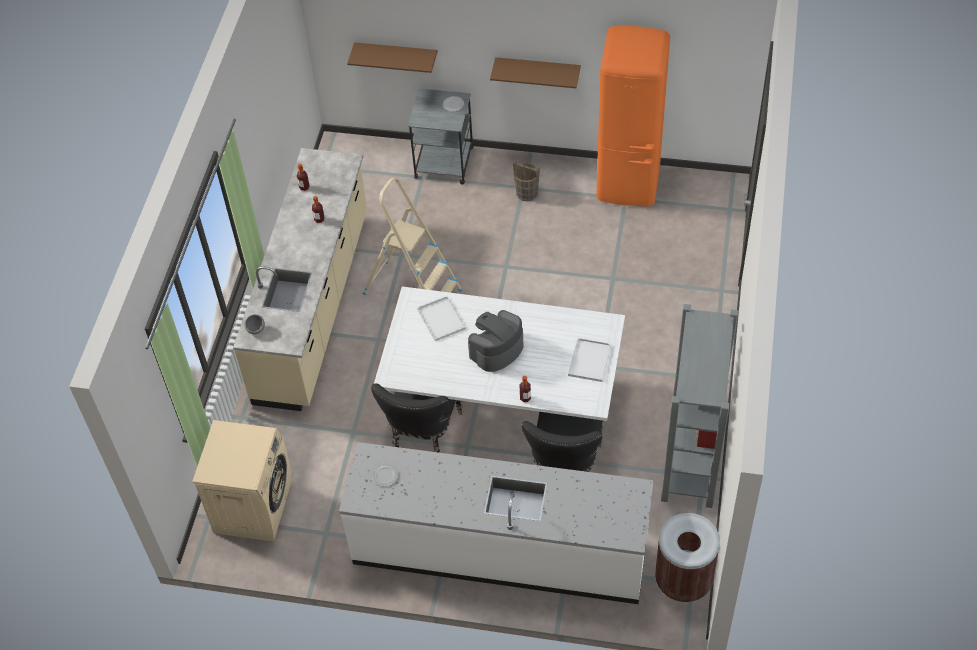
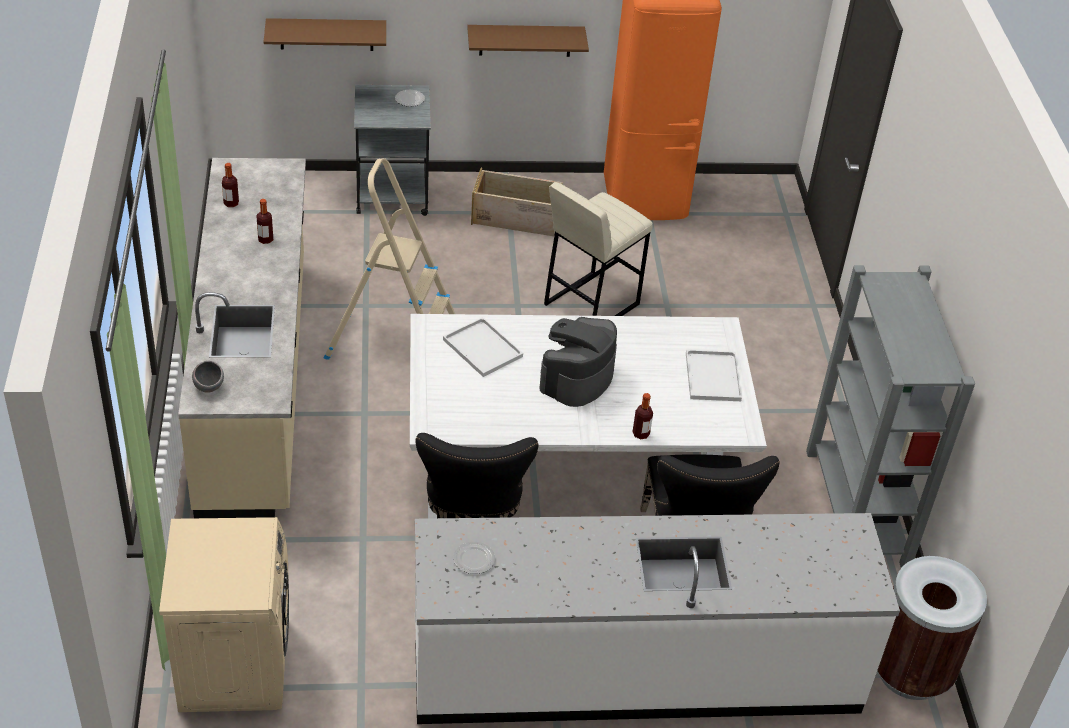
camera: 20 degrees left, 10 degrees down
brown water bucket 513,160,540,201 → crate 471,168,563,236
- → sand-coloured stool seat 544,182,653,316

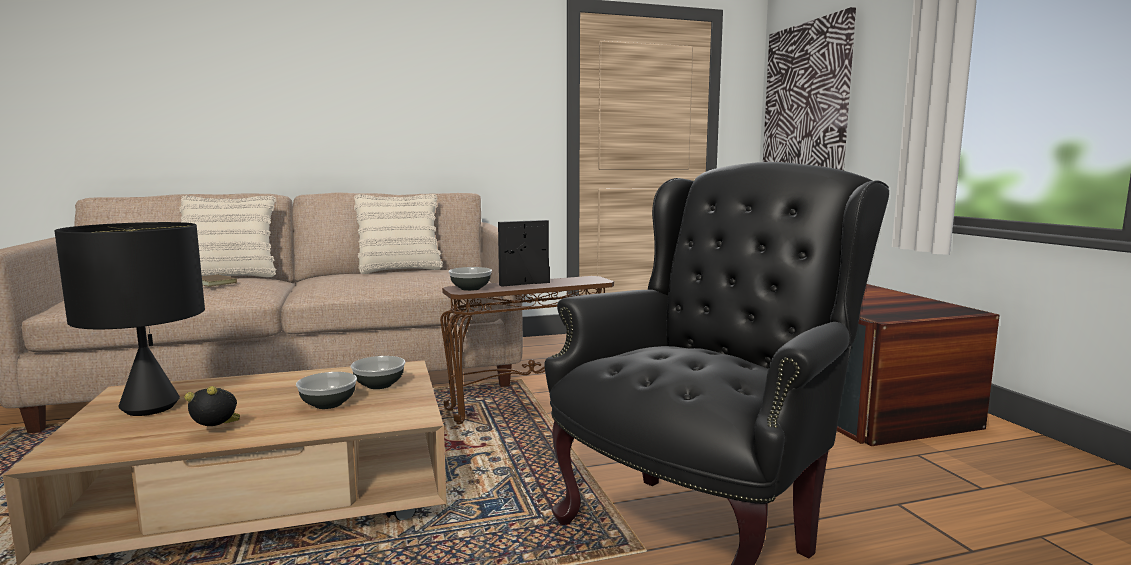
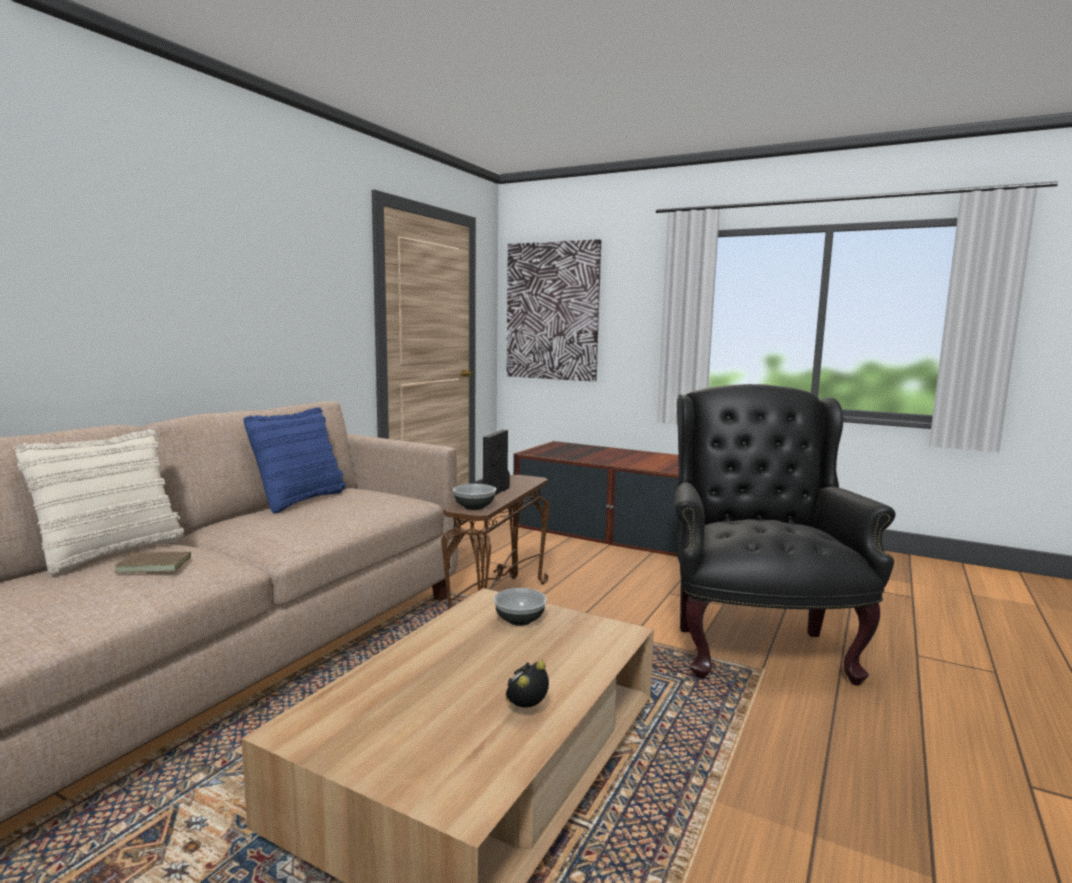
camera: 45 degrees left, 0 degrees up
blackish tabletop lamp 55,222,205,416 → -
deep dish 296,372,357,409 → -
sand-coloured cushion 354,194,443,274 → bluish cushion 243,407,346,513

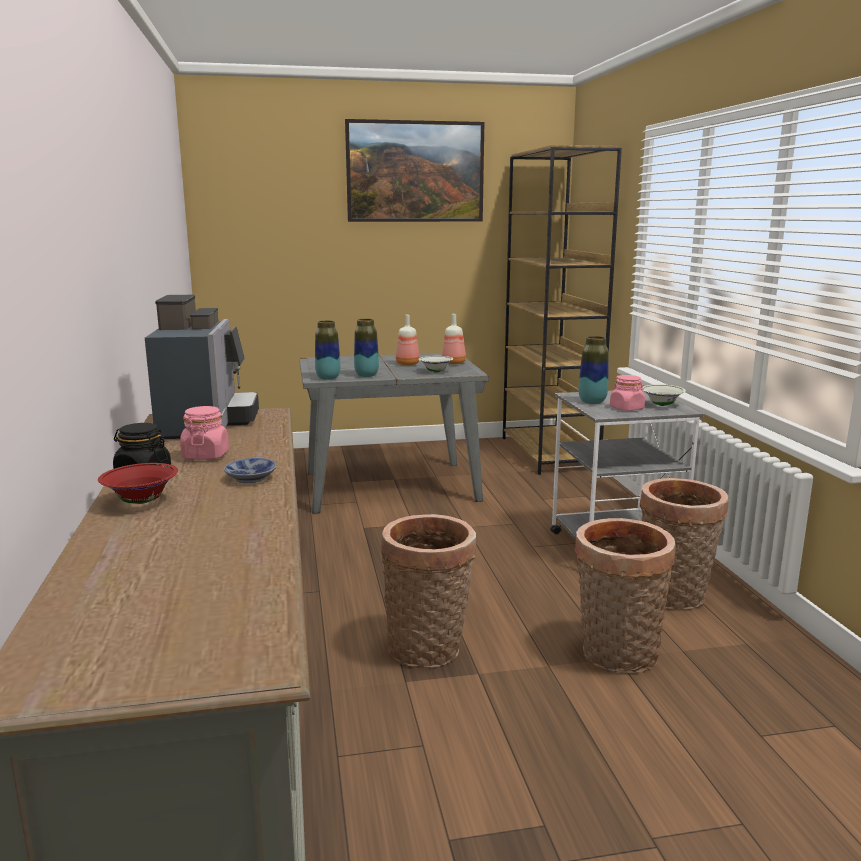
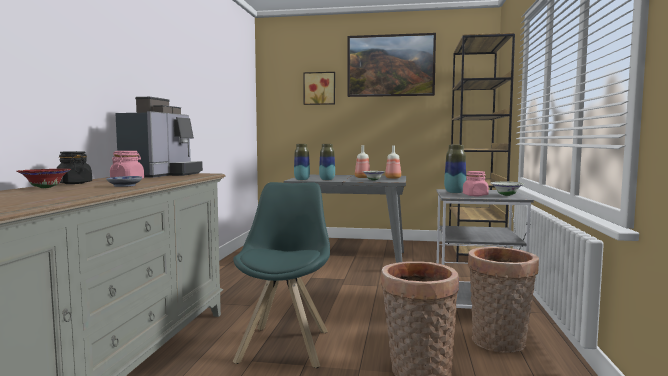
camera: 20 degrees right, 10 degrees down
household basket 381,514,477,668 → turquoise plain chair 233,182,330,368
- → wall art 303,72,335,105

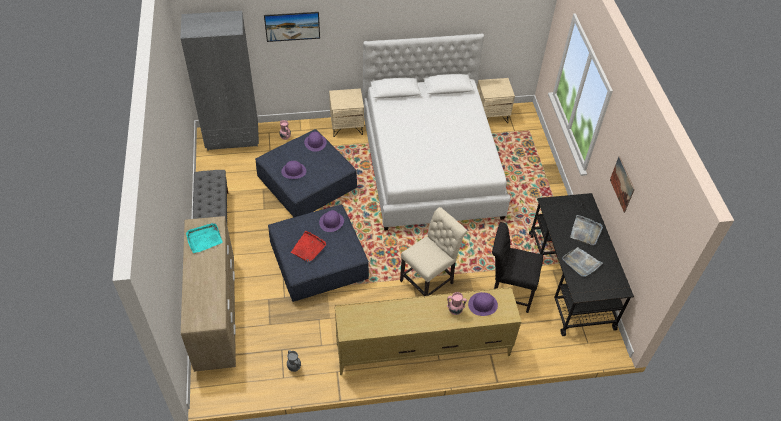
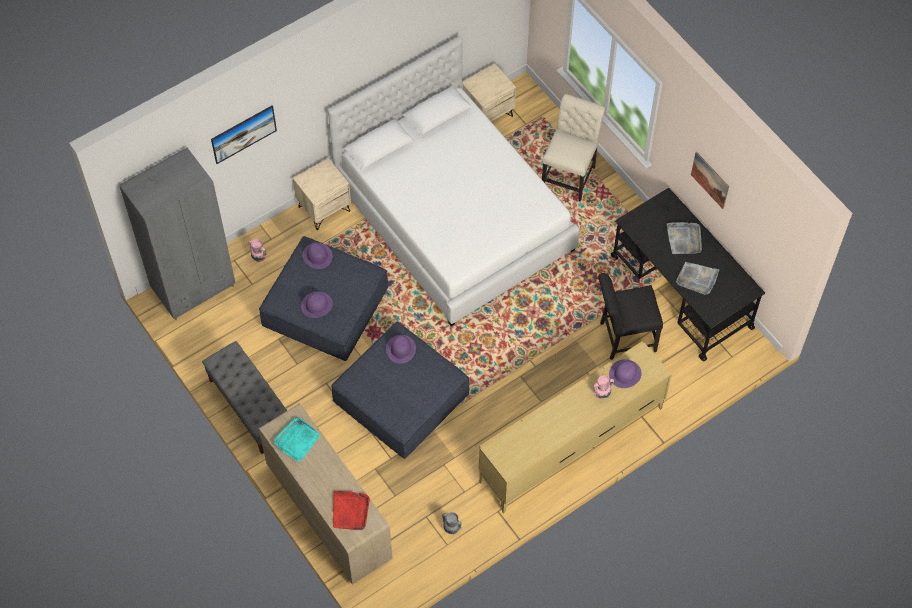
camera: 25 degrees left, 10 degrees up
reddish tray 291,231,326,262 → reddish tray 333,491,370,530, move
sand-coloured plain chair 400,207,467,296 → sand-coloured plain chair 542,94,606,202, move

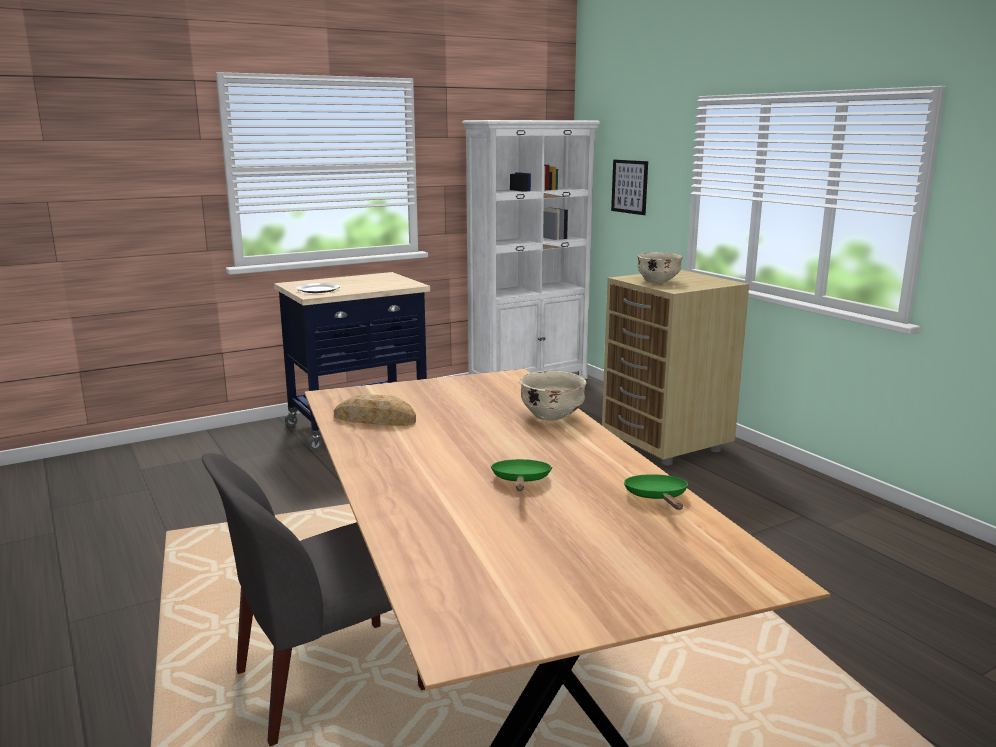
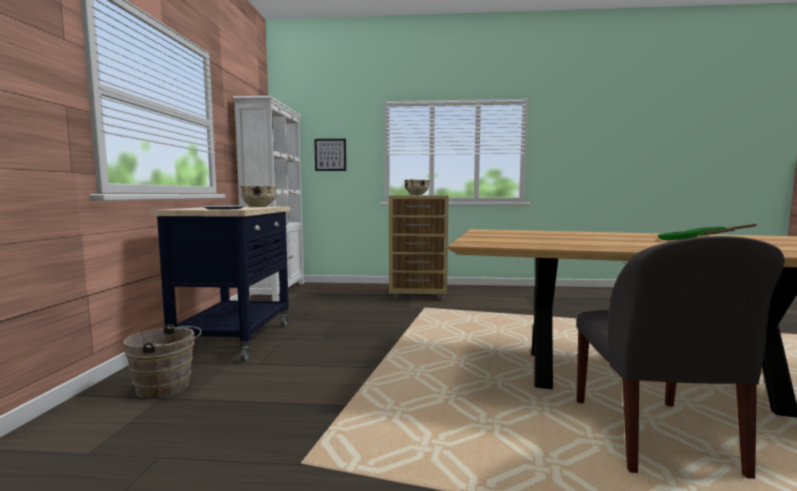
camera: 55 degrees left, 10 degrees down
bread 334,394,416,426 → -
sand-coloured deep dish 520,371,587,421 → sand-coloured deep dish 239,186,277,207, move
- → brown water bucket 123,324,201,399

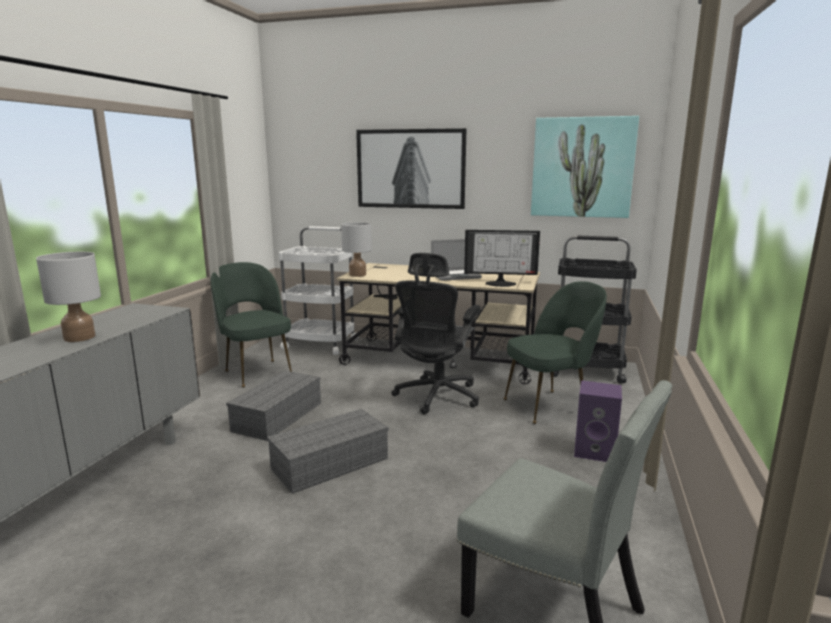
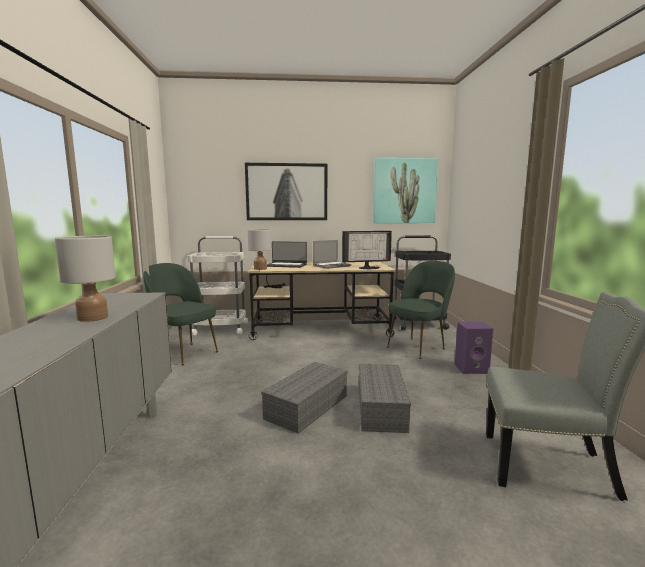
camera: 20 degrees left, 5 degrees down
gray storage bin 226,371,321,441 → gray storage bin 359,364,411,433, move
office chair 391,253,481,414 → -
- → notebook computer 267,241,307,268

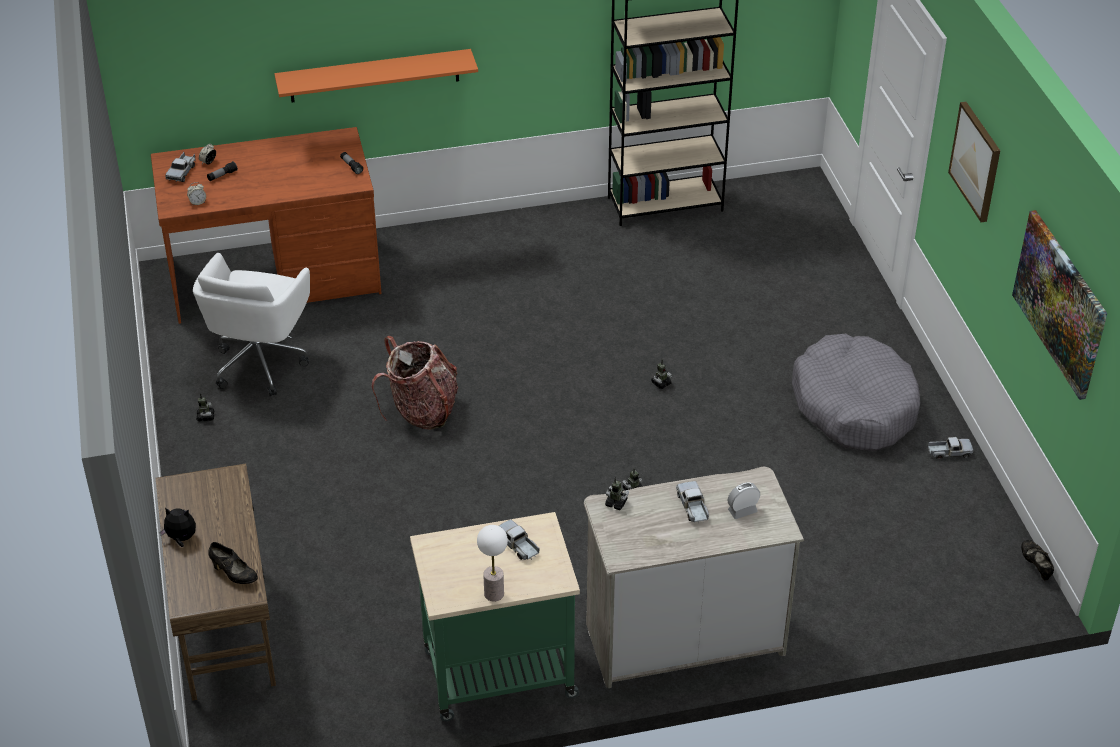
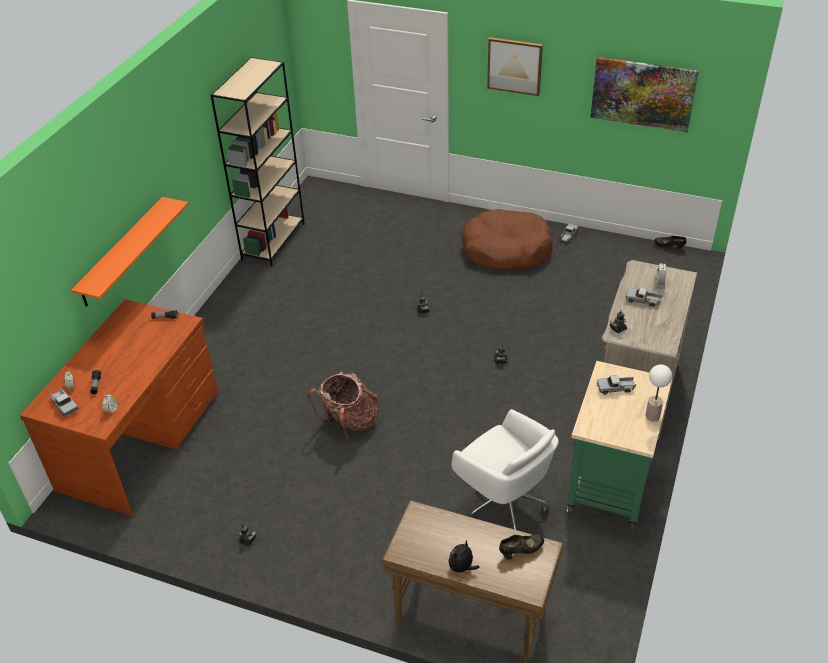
camera: 55 degrees left, 0 degrees up
white office chair 193,253,310,396 → white office chair 452,409,559,530, move
gray dog bed 792,334,920,451 → brown dog bed 462,209,553,270

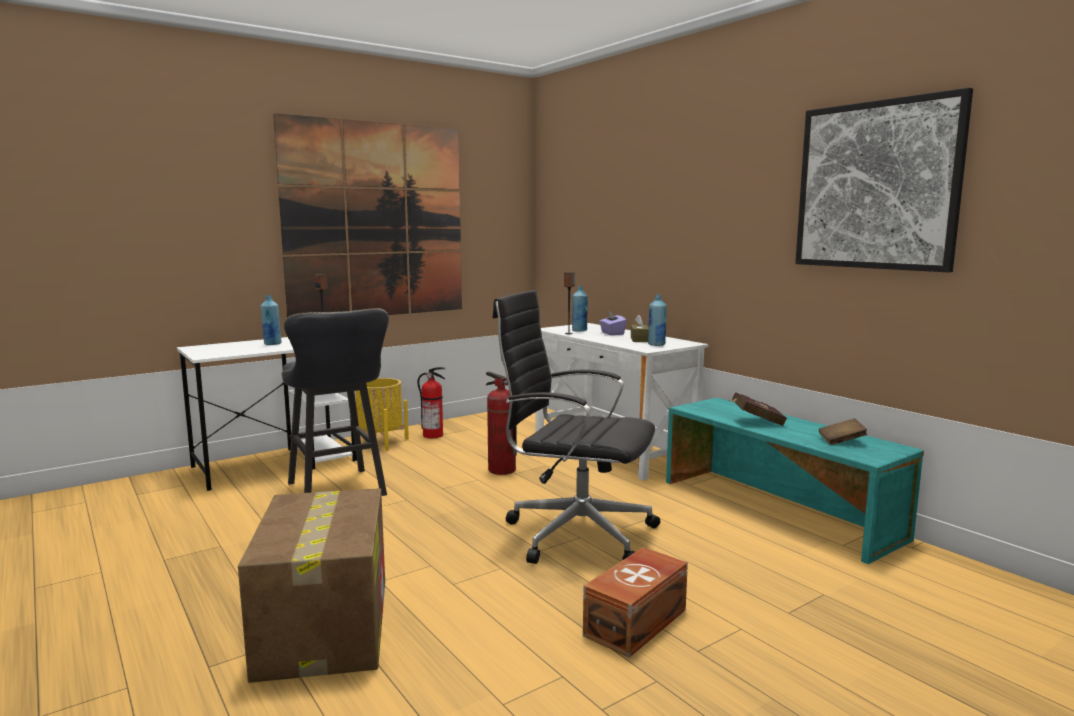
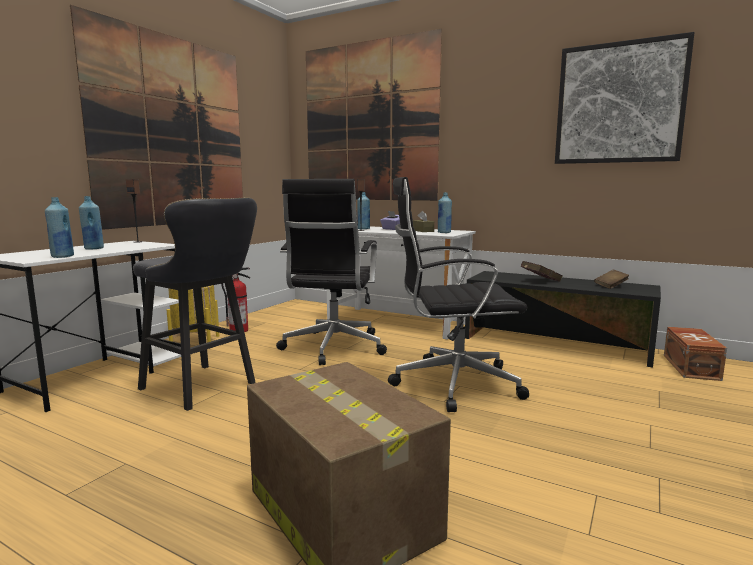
camera: 25 degrees left, 0 degrees up
fire extinguisher 485,372,517,475 → blackish office chair 276,179,387,365
brown storage bin 583,547,688,657 → brown storage bin 664,327,727,381, move
turquoise indoor bench 666,398,924,564 → blackish indoor bench 465,271,661,368
- → bluish drink bottle 45,197,74,258
- → wall art 306,29,442,201

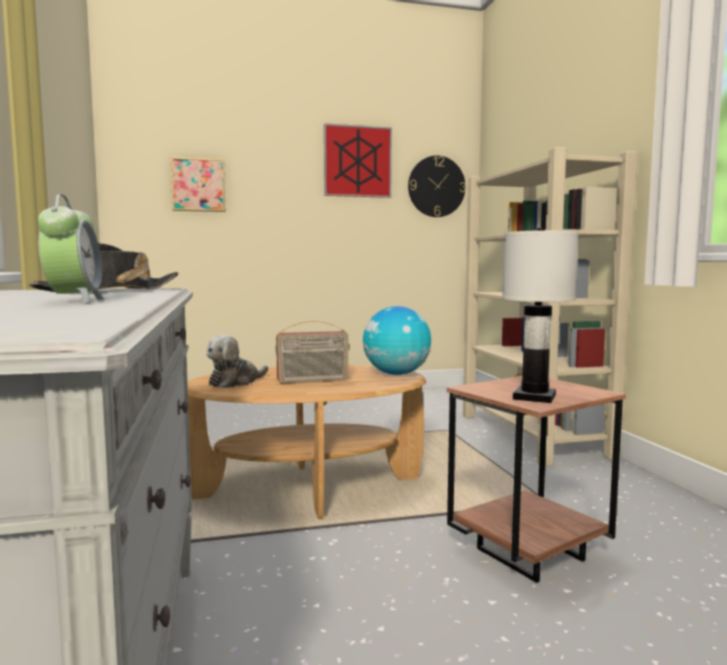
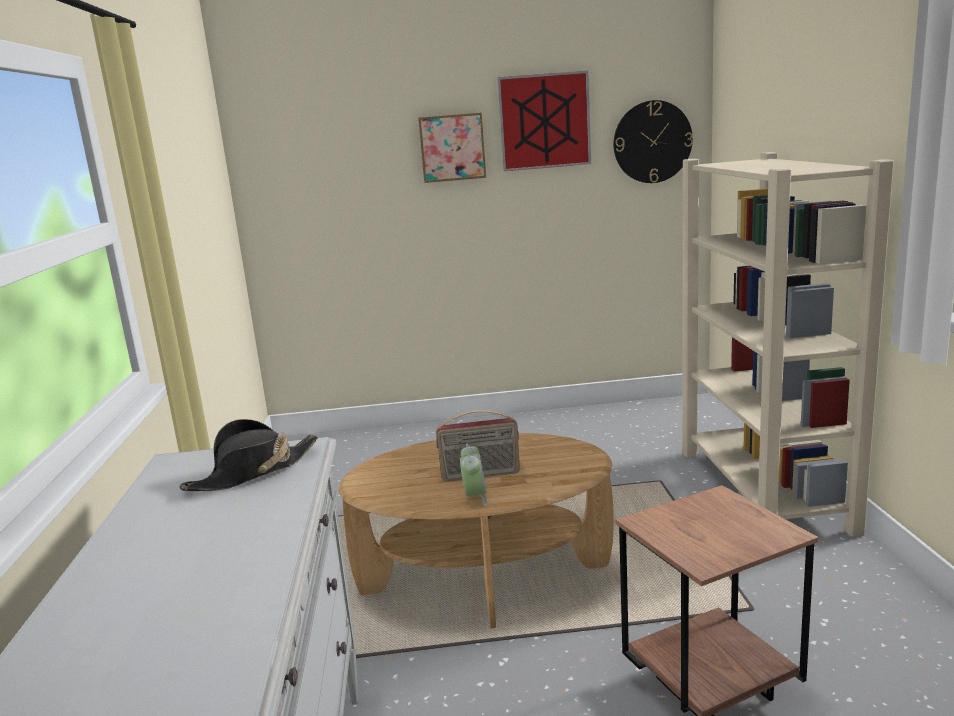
camera: 10 degrees right, 10 degrees up
bedside clock 38,194,105,304 → bedside clock 460,443,487,506, move
wall art 171,157,226,212 → wall art 418,113,486,183, move
cuddly toy 207,335,268,388 → -
globe 363,306,431,375 → -
white tabletop lamp 502,228,579,403 → -

